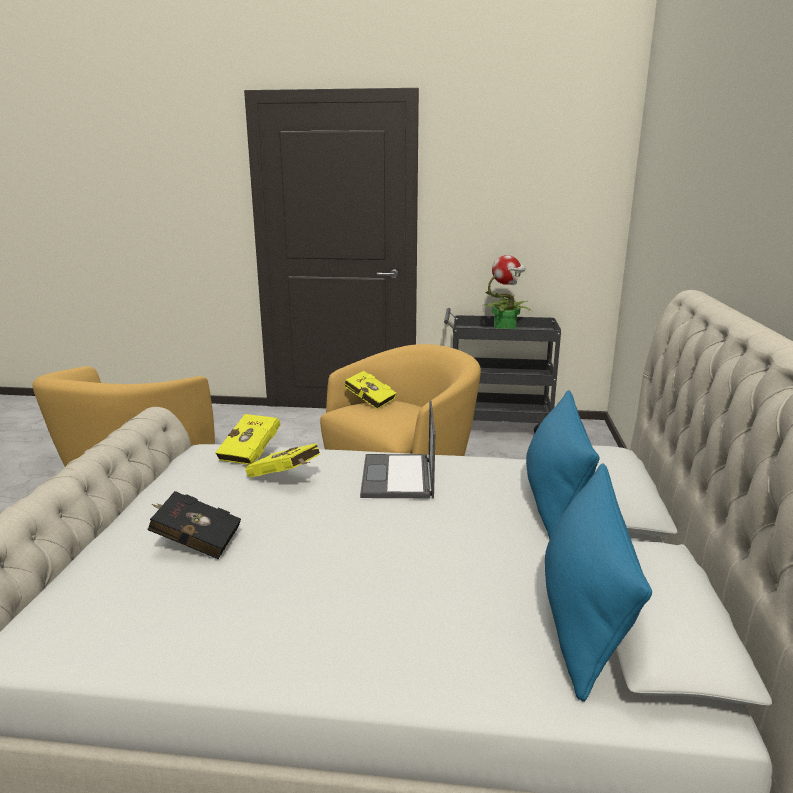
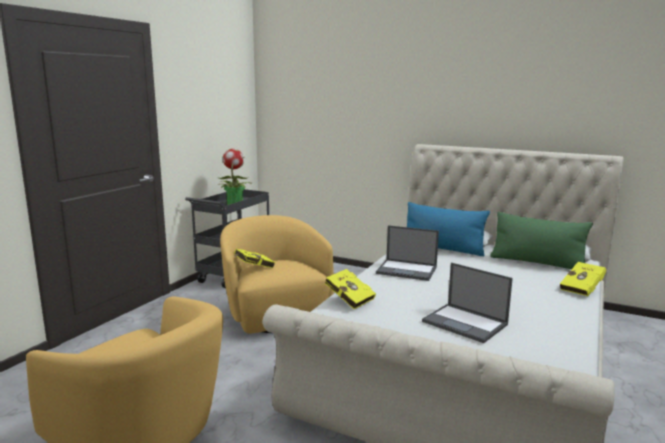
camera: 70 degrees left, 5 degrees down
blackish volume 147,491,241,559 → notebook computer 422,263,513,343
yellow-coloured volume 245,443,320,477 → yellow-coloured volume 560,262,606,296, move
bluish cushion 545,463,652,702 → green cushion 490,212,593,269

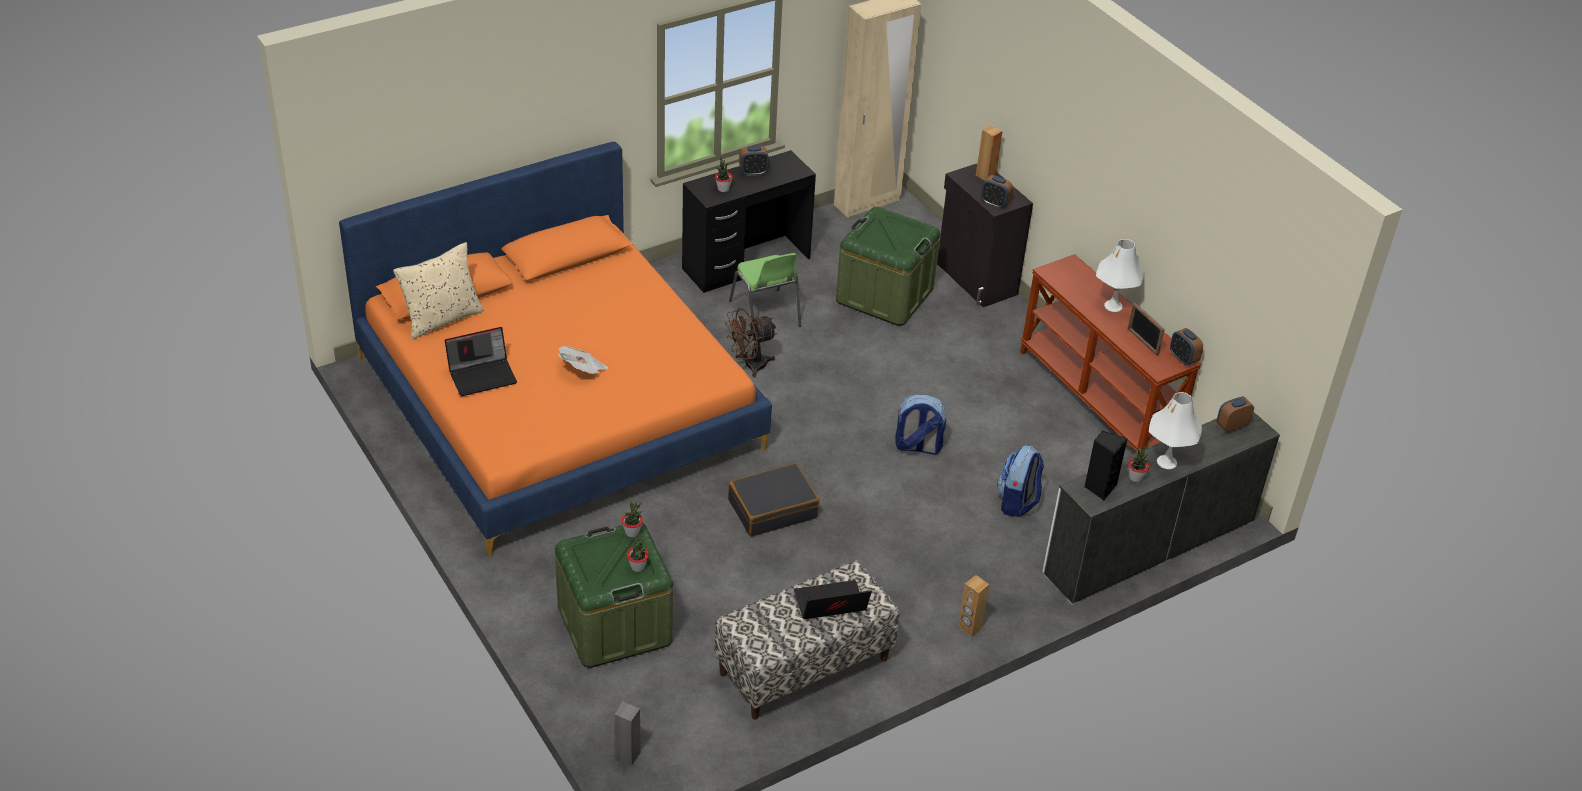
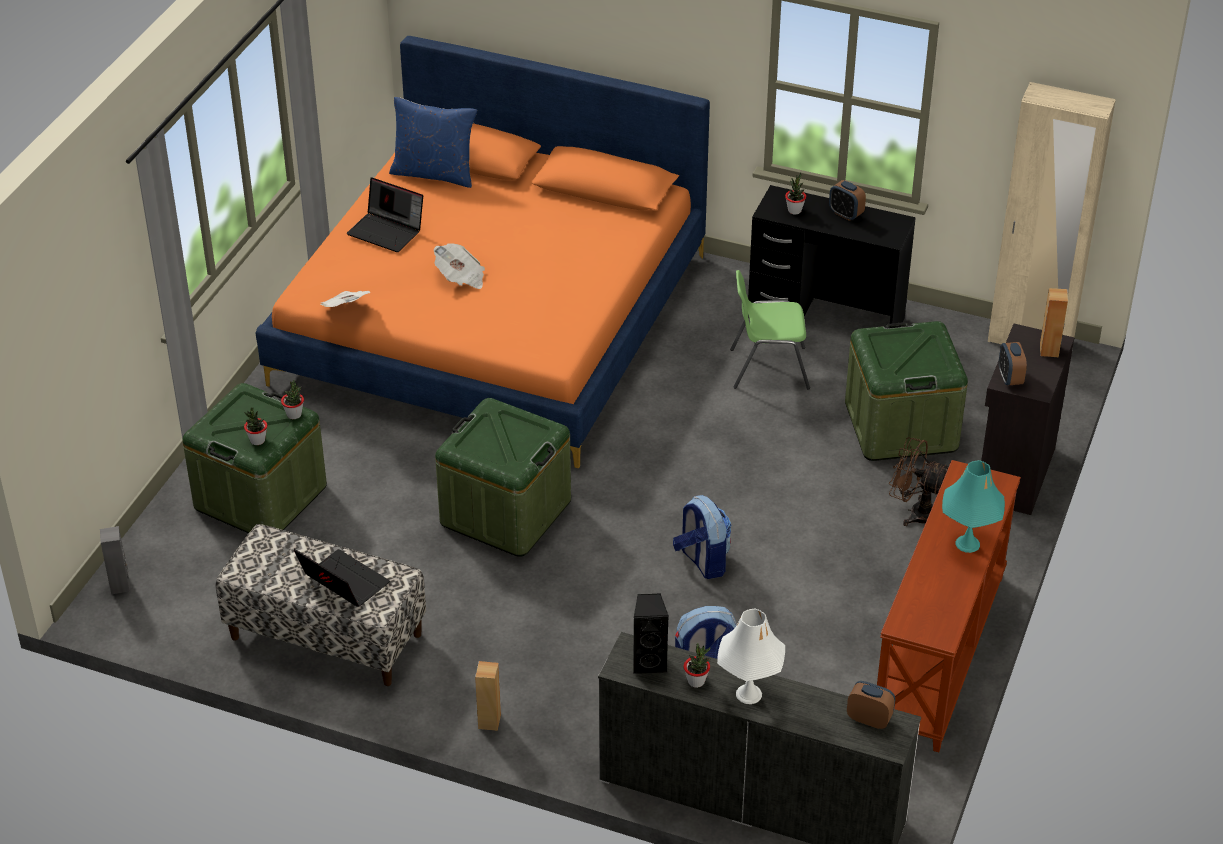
camera: 55 degrees right, 0 degrees up
sand-coloured cushion 393,242,484,339 → bluish cushion 389,97,477,188
brown cooling fan 725,308,777,378 → brown cooling fan 889,437,948,526, move
blackish travel case 728,463,819,537 → green storage bin 435,398,571,557
green plain chair 729,253,801,327 → green plain chair 730,270,810,390, 60 degrees clockwise
white tabletop lamp 1096,239,1144,312 → turquoise tabletop lamp 942,460,1005,553
photo frame 1127,302,1165,356 → -
bedside clock 1170,328,1203,366 → -
- → printed paper 321,291,370,307

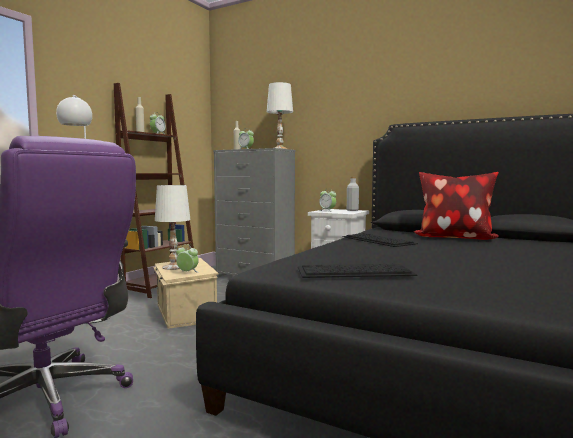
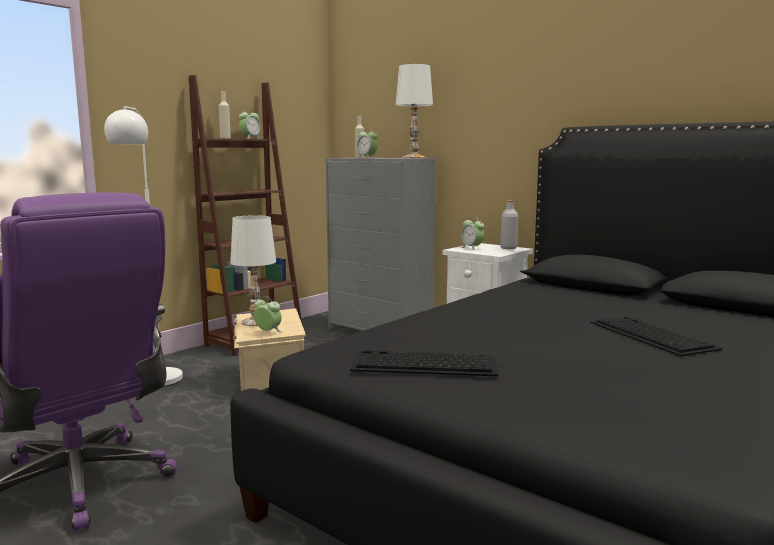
camera: 10 degrees right, 5 degrees up
keyboard 343,233,418,247 → keyboard 590,316,722,356, move
cushion 414,172,499,240 → -

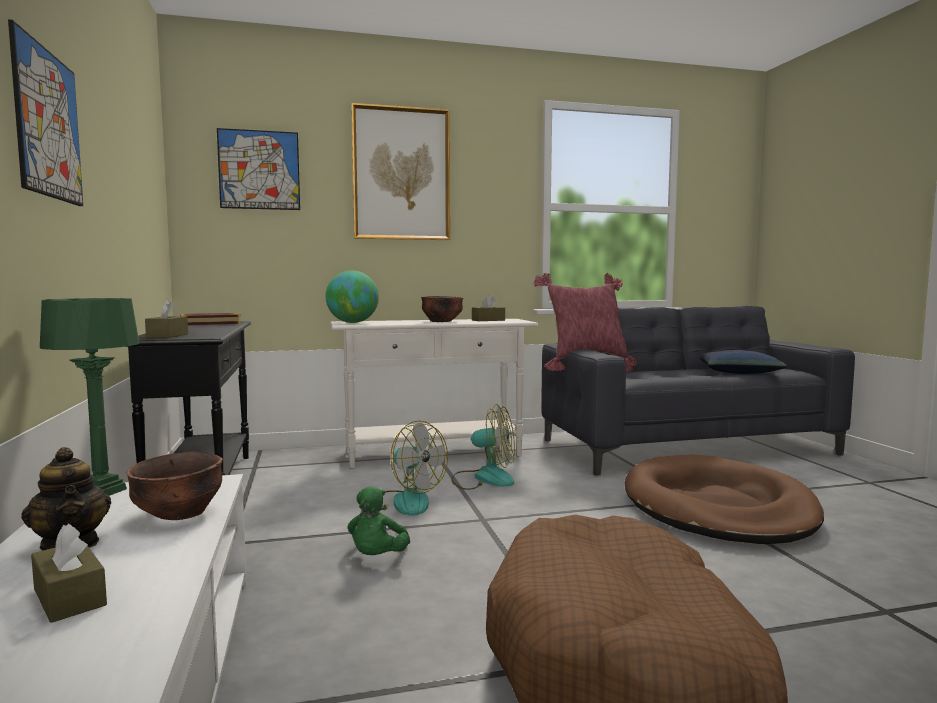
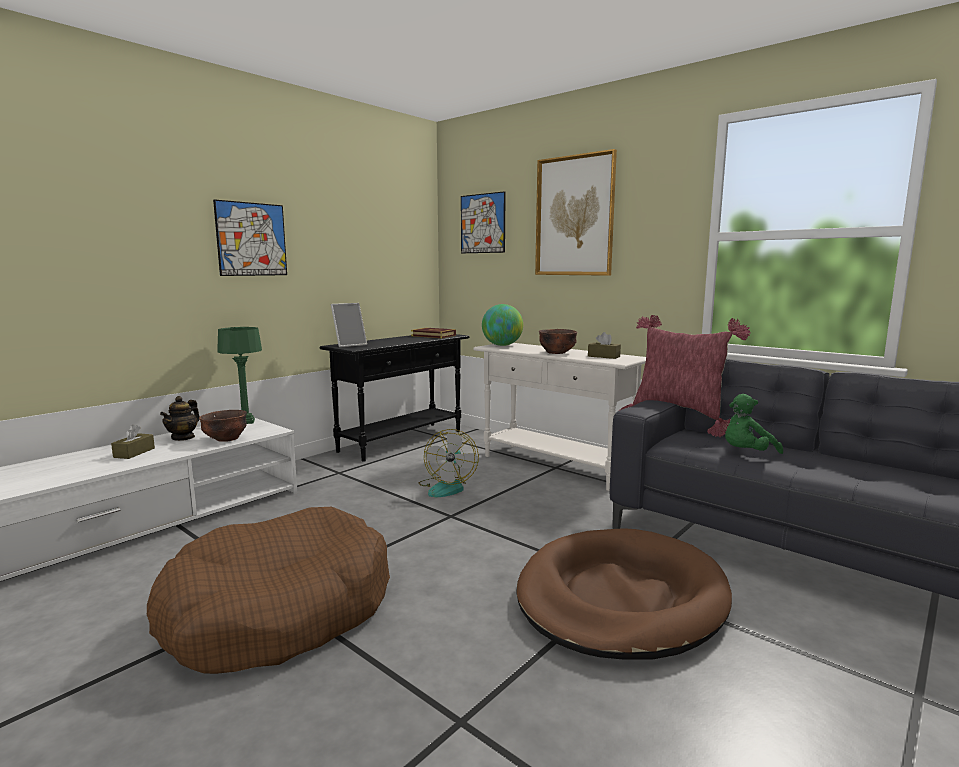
camera: 55 degrees right, 5 degrees up
brown tissue box 145,299,188,338 → photo frame 331,303,367,347
green cuddly toy 347,486,410,555 → green cuddly toy 725,394,783,454, move
cooling fan 451,404,515,490 → -
bluish cushion 700,350,787,374 → -

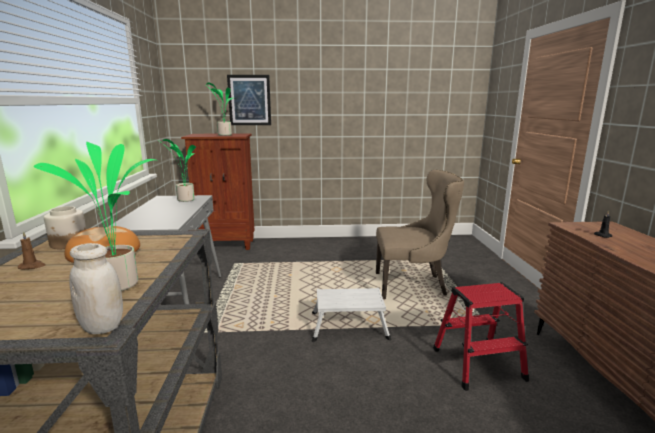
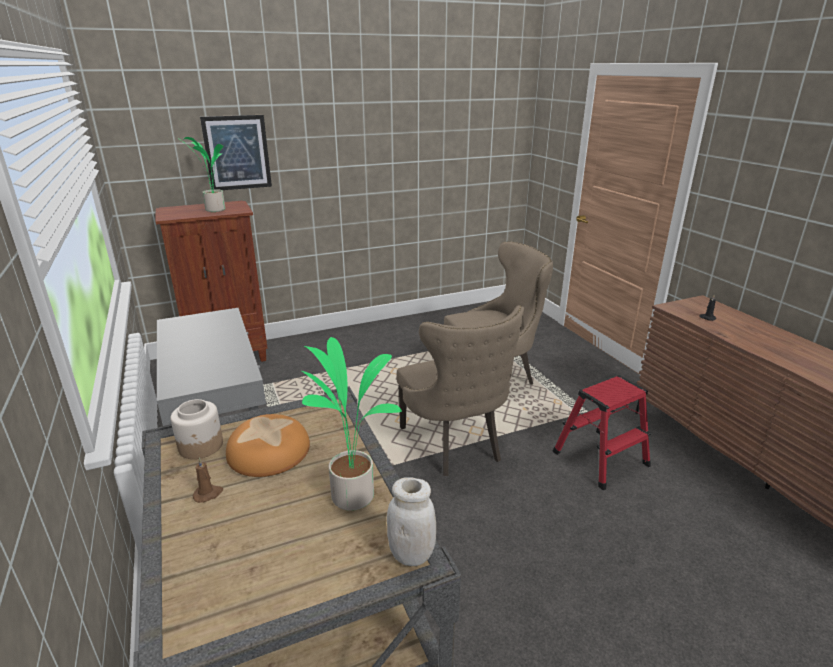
camera: 20 degrees left, 10 degrees up
potted plant 159,139,196,202 → -
white step ladder 312,288,392,342 → sand-coloured plain chair 397,305,524,476

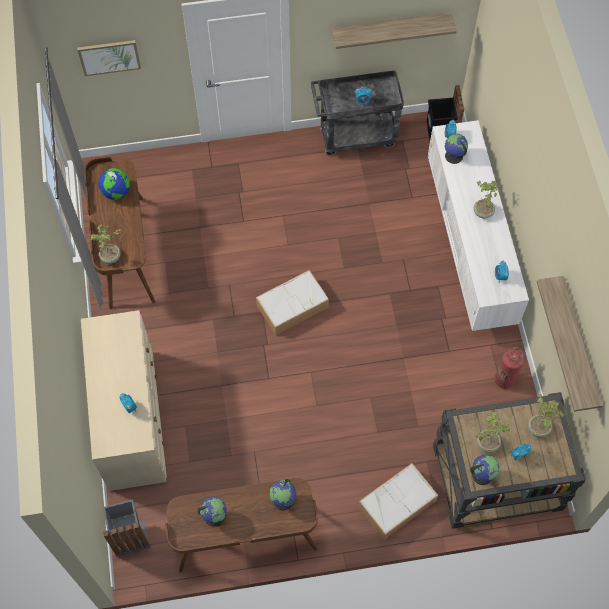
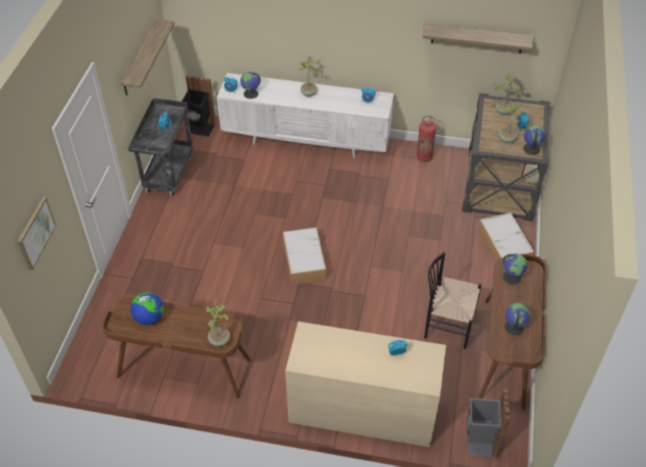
camera: 70 degrees left, 15 degrees down
- → blackish plain chair 424,252,481,349

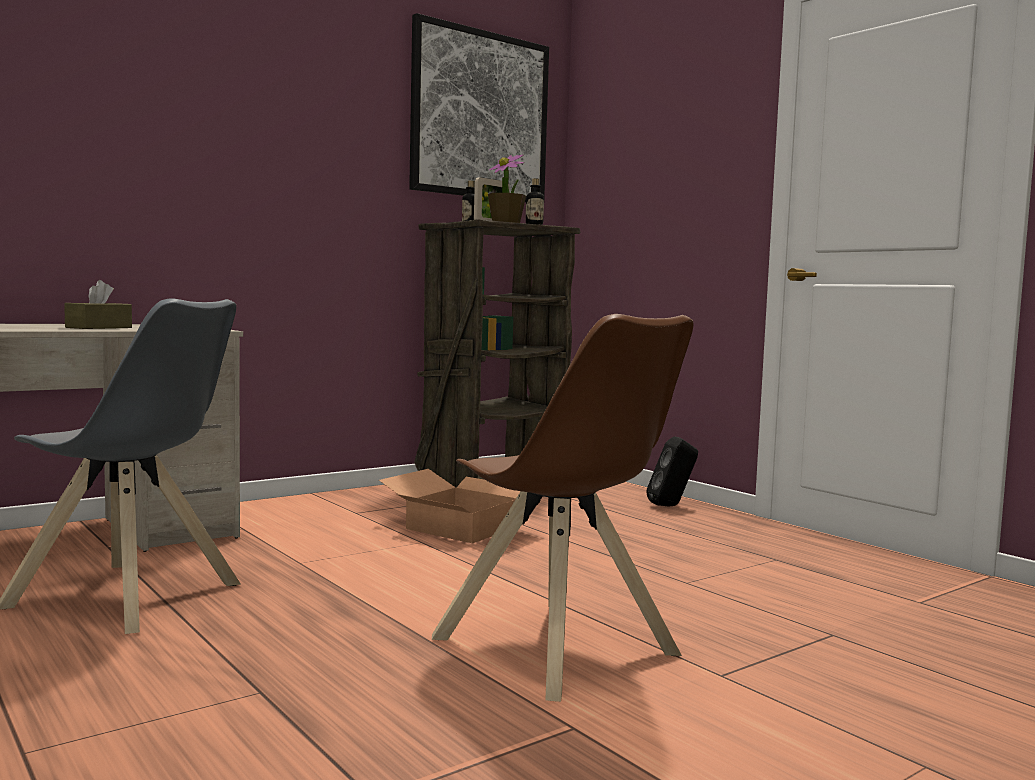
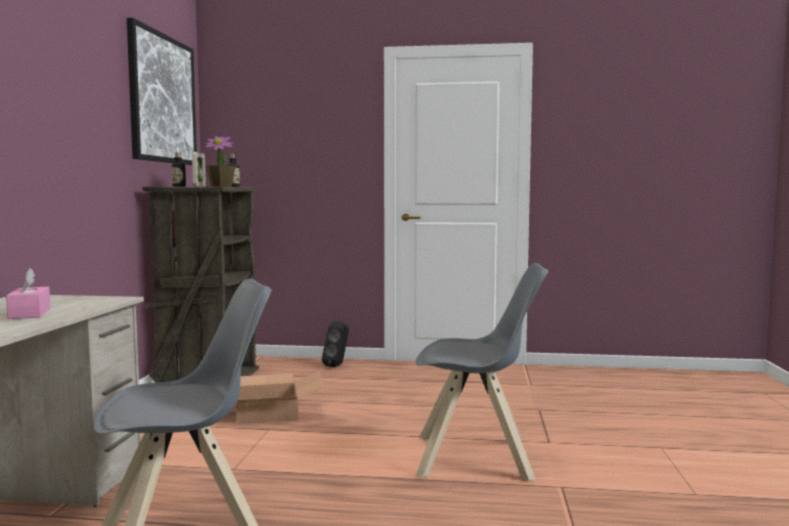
camera: 45 degrees left, 0 degrees up
brown tissue box 64,280,132,329 → pinkish tissue box 6,268,51,319
brown plain chair 432,314,694,702 → gray plain chair 416,263,549,481

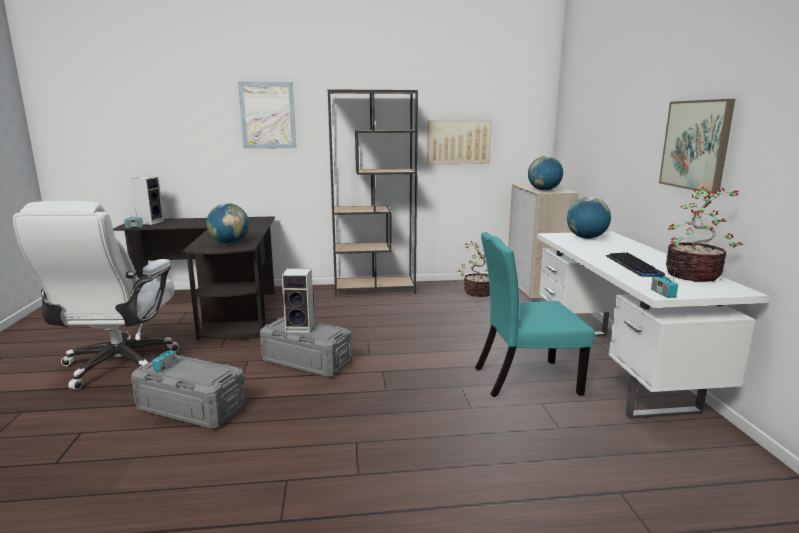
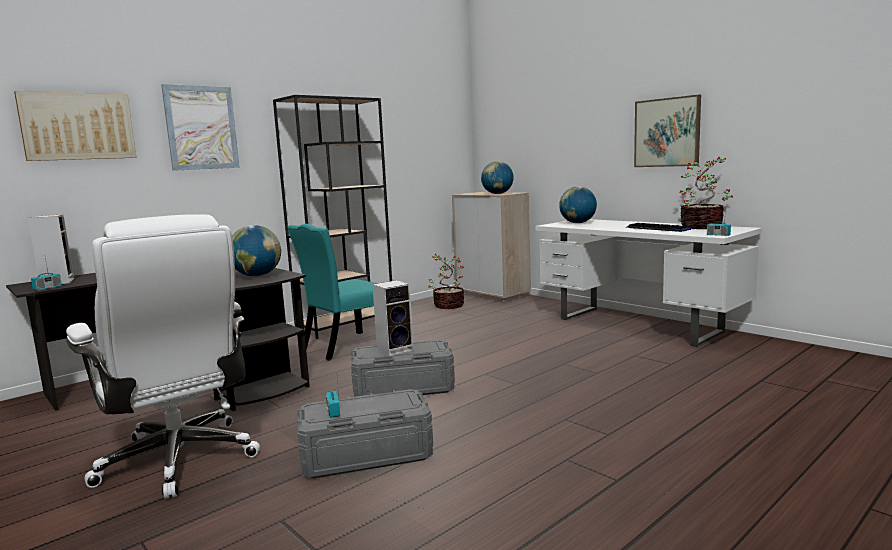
camera: 35 degrees left, 5 degrees down
wall art 427,120,492,164 → wall art 14,91,136,161, move
turquoise plain chair 475,232,595,397 → turquoise plain chair 288,224,378,361, move

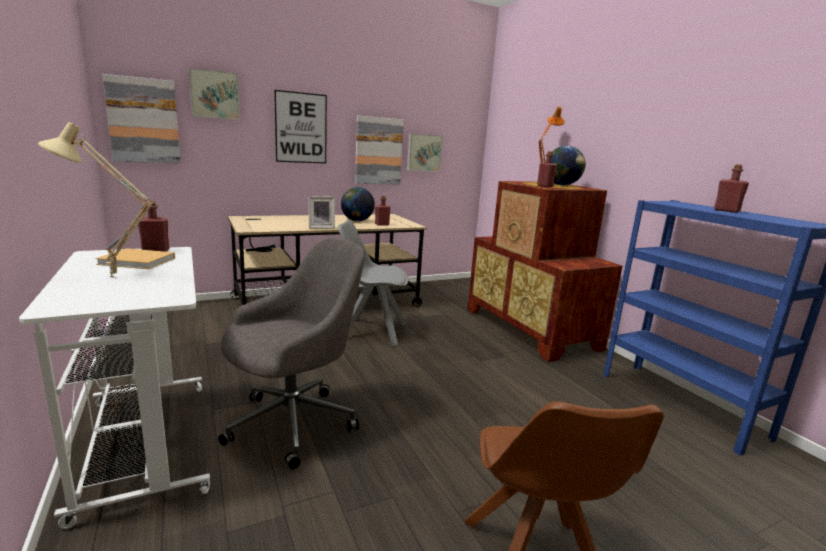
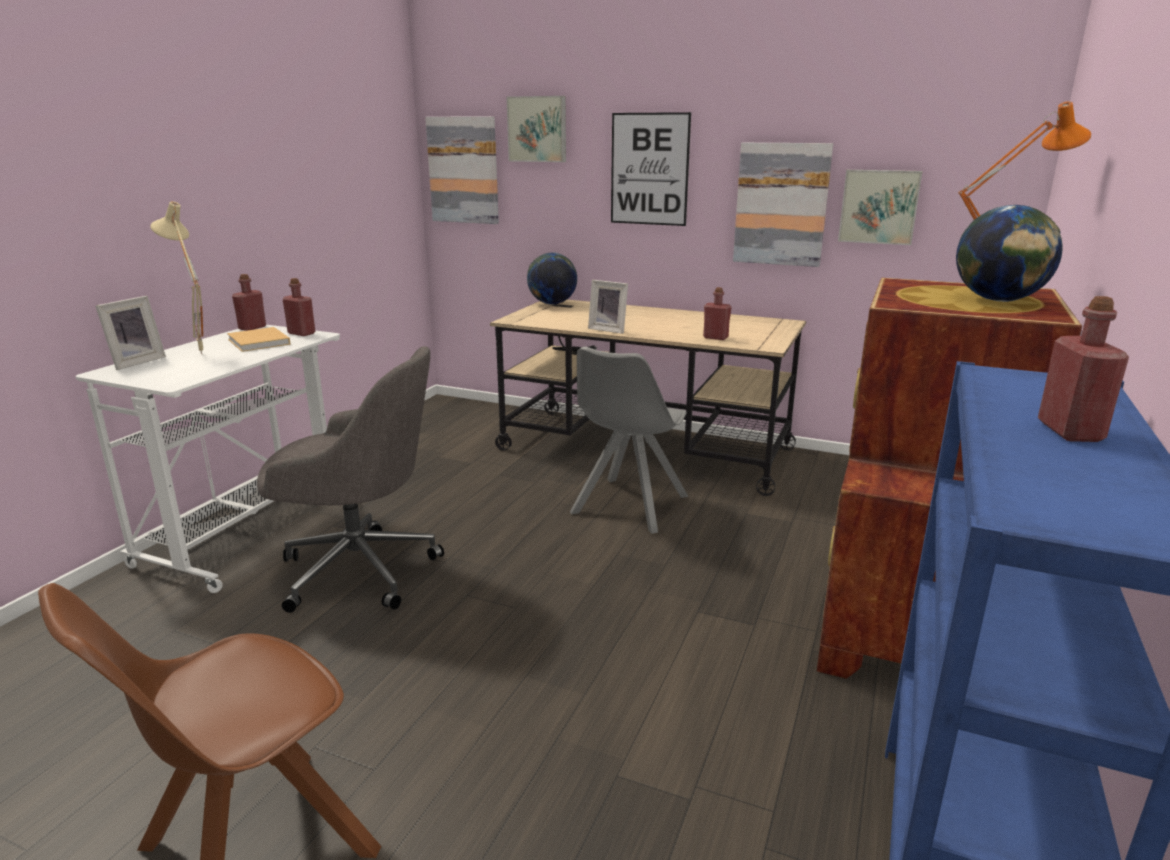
camera: 50 degrees right, 5 degrees up
gray plain chair 338,220,408,346 → gray plain chair 570,346,689,534, 120 degrees counterclockwise
globe 341,187,375,221 → globe 527,253,577,304, move
reddish drink bottle 537,151,557,187 → reddish drink bottle 232,274,266,331, move
- → photo frame 95,296,166,370

